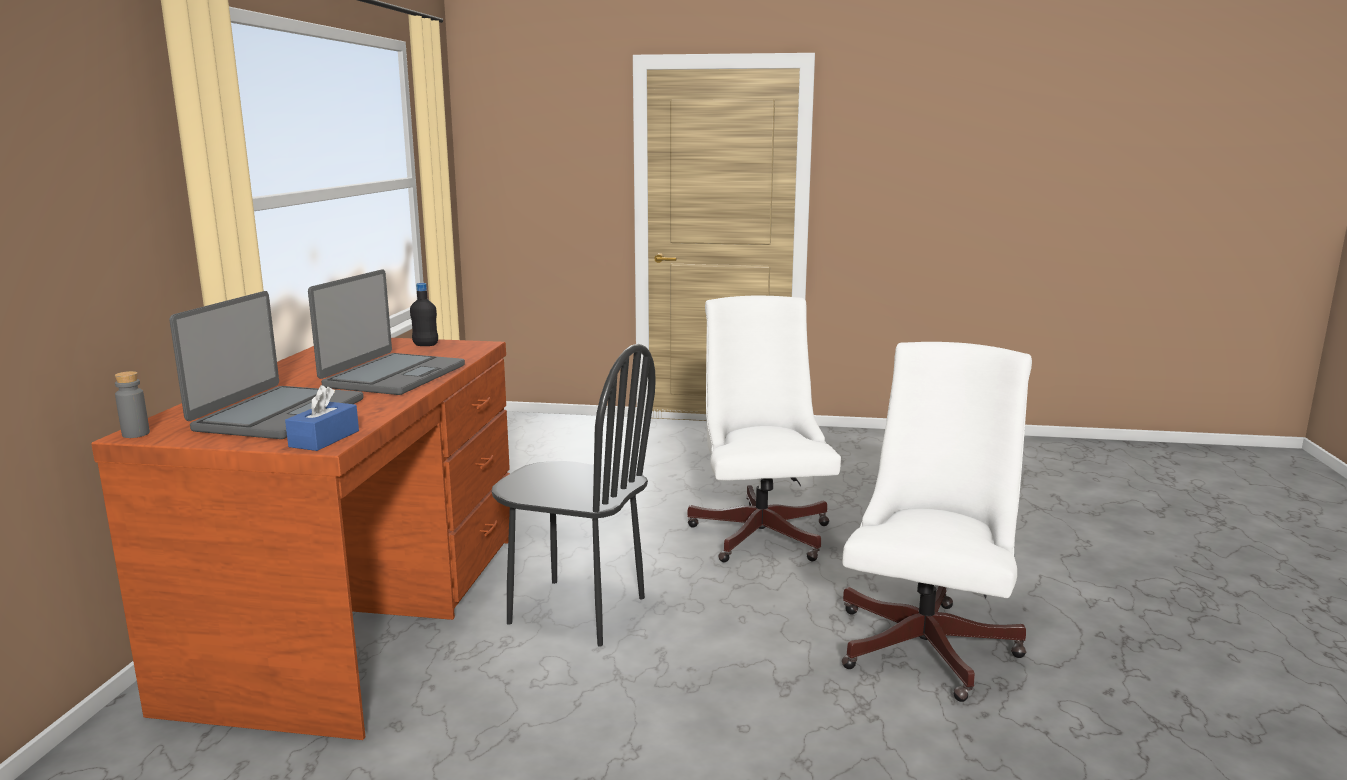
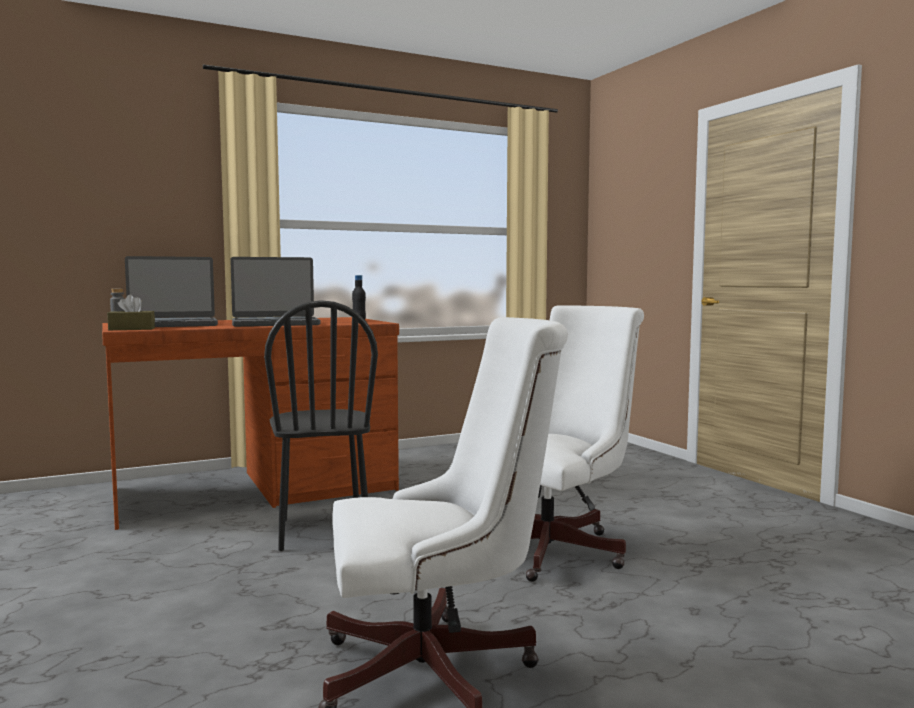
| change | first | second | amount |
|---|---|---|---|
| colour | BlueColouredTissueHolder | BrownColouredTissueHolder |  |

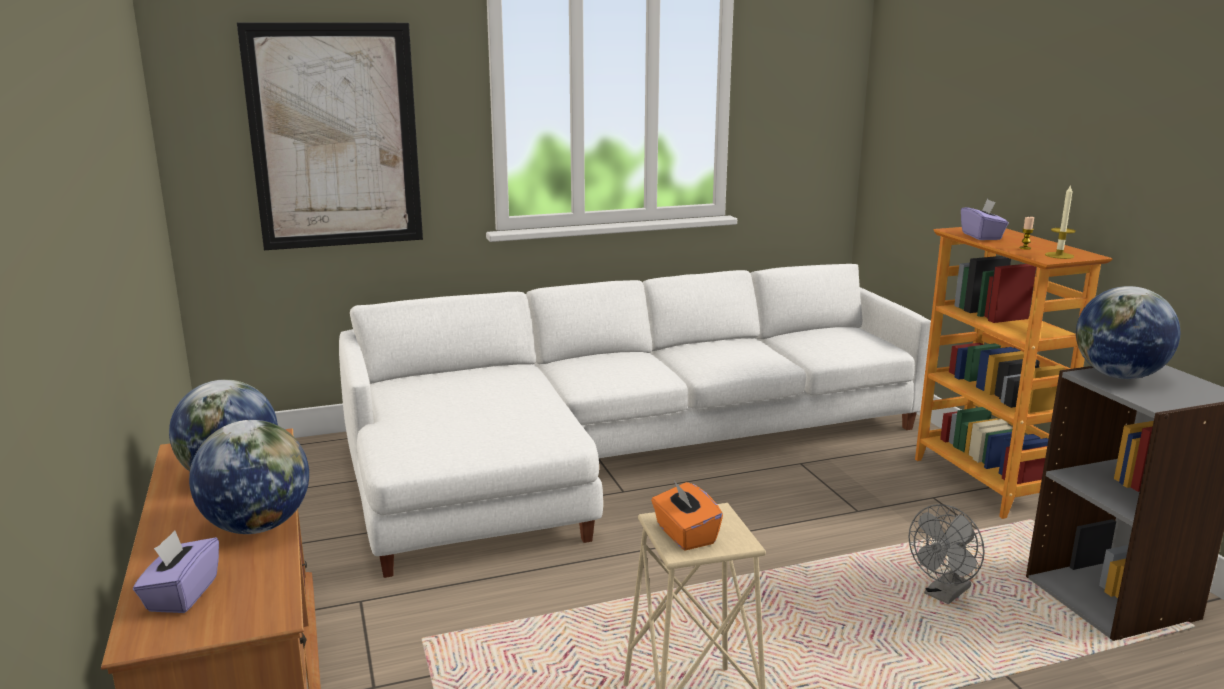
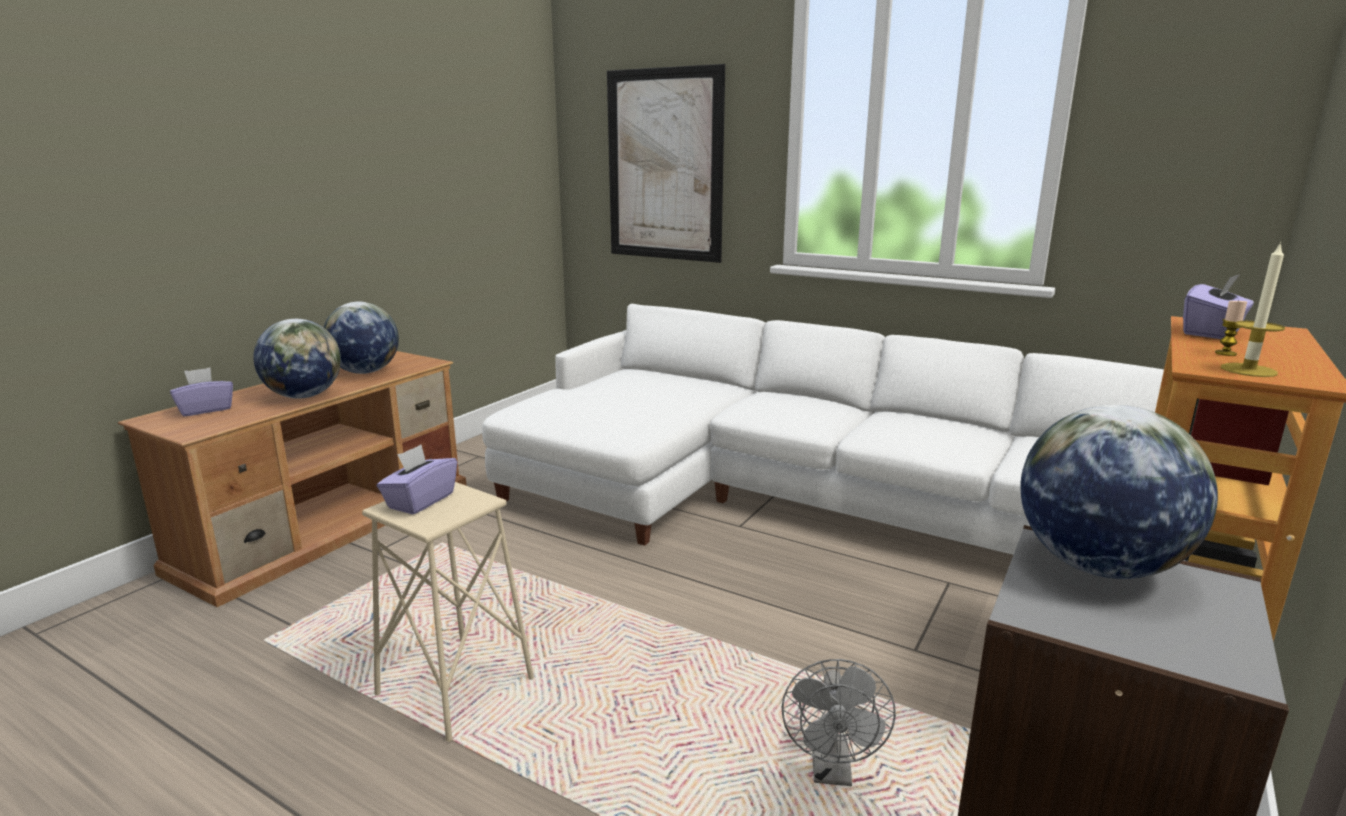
| change | first | second | amount |
|---|---|---|---|
| colour | OrangeyTissueHolder | PurpleColouredTissueHolder (no. 2 from left) |  |
| spun | GreyElectricFan |  | 90 degrees counterclockwise |

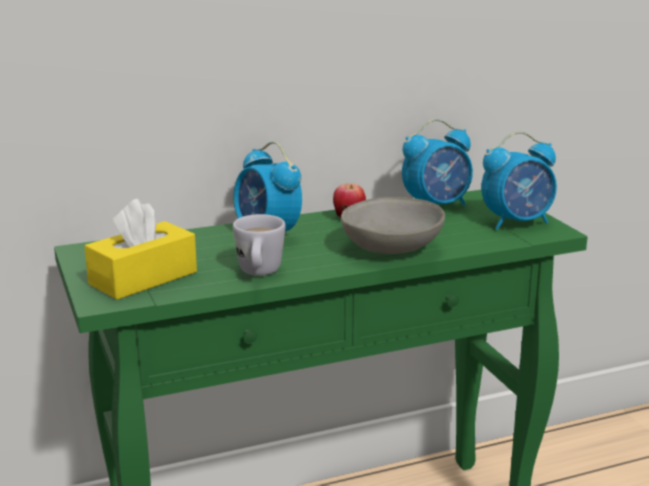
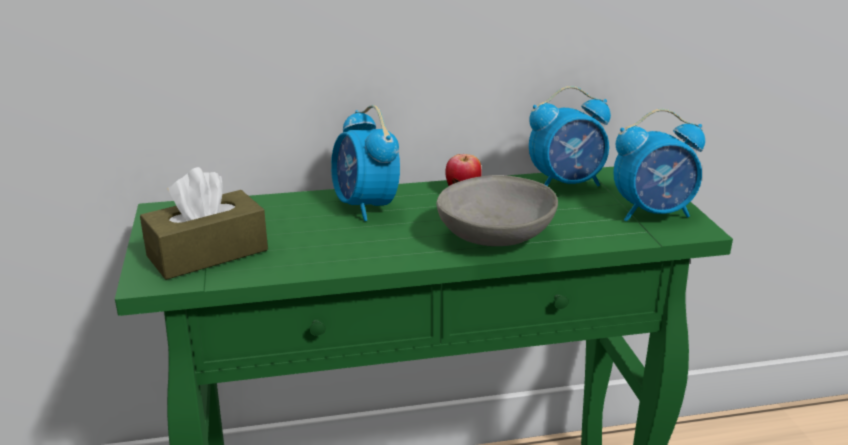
| change | first | second | amount |
|---|---|---|---|
| colour | YellowTissueHolder | BrownColouredTissueHolder |  |
| missing | WhitishCoffeeMug |  |  |

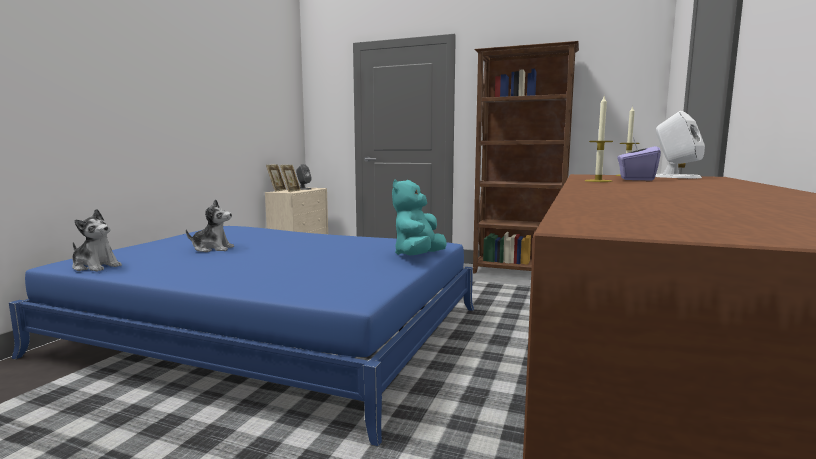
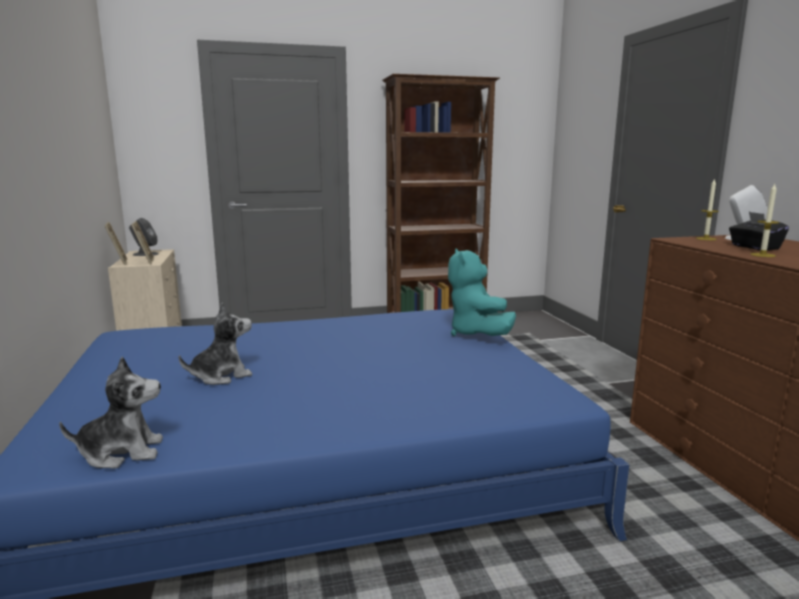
| change | first | second | amount |
|---|---|---|---|
| colour | PurpleColouredTissueHolder | BlackishTissueHolder |  |

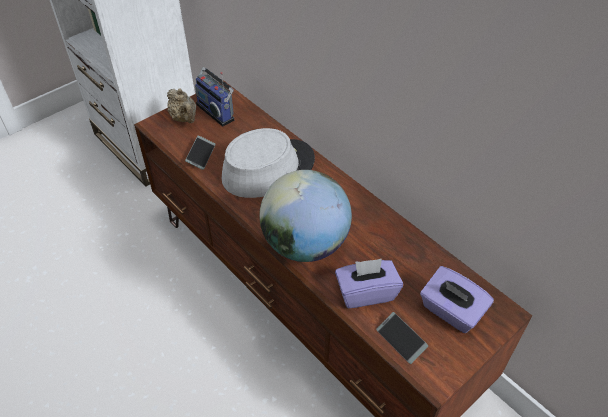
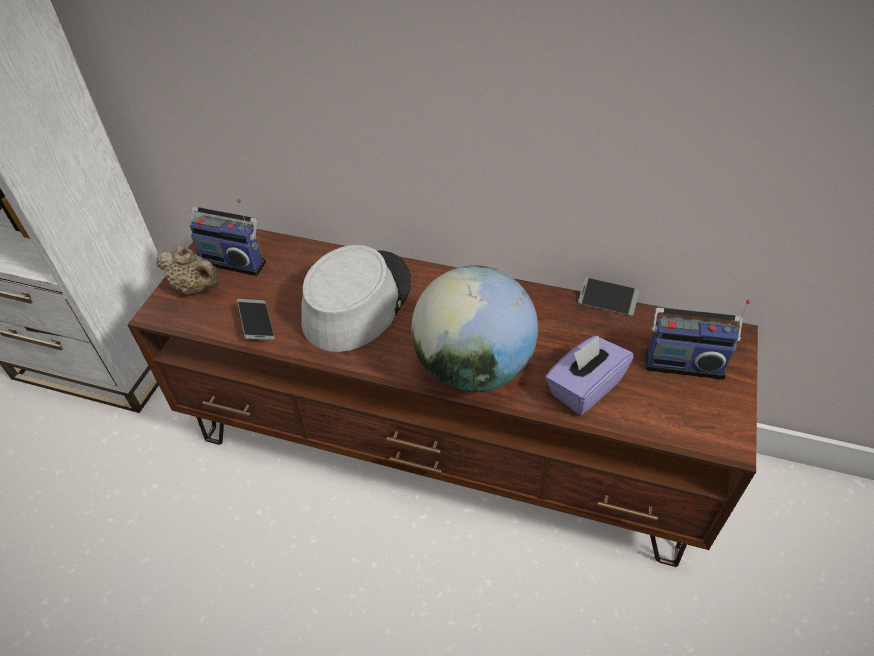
| change | first | second | amount |
|---|---|---|---|
| relocated | Telephone (no. 2 from left) |  |  |
| exchanged | PurpleColouredTissueHolder (no. 2 from left) | RadioReceiver (no. 2 from left) |  |

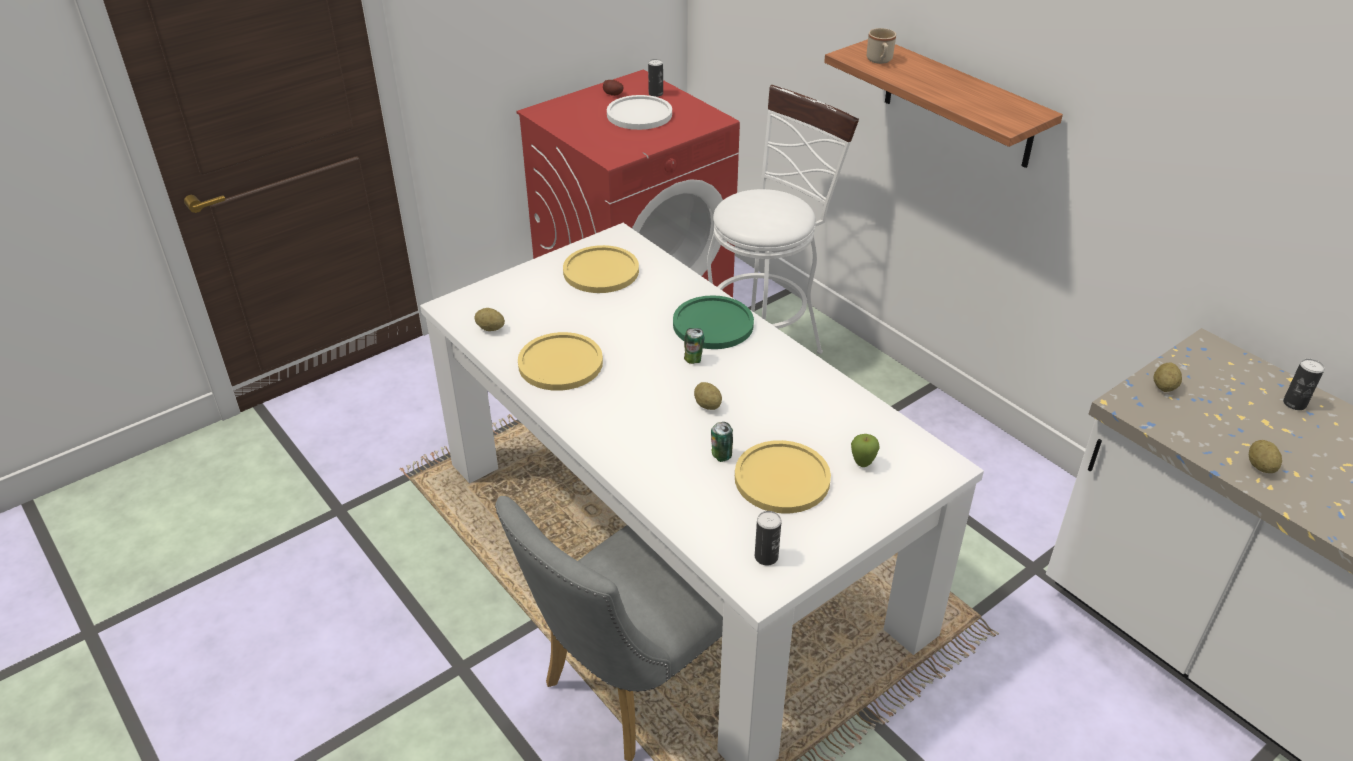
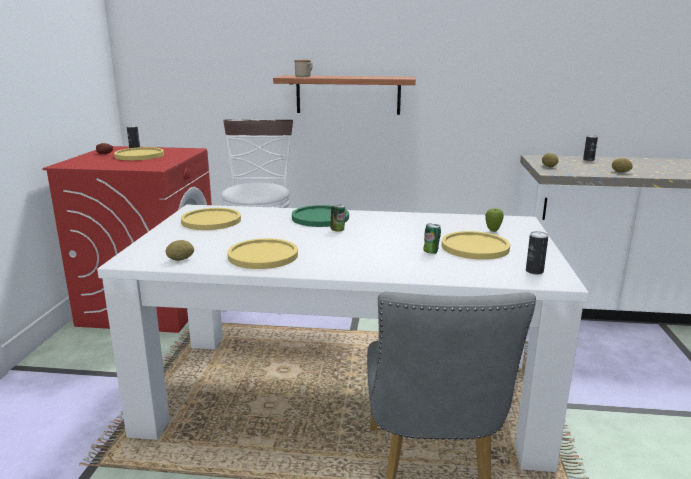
| change | first | second | amount |
|---|---|---|---|
| colour | WhitishPlate | YellowPlate (no. 1 from left) |  |
| missing | Potato (no. 3 from left) |  |  |

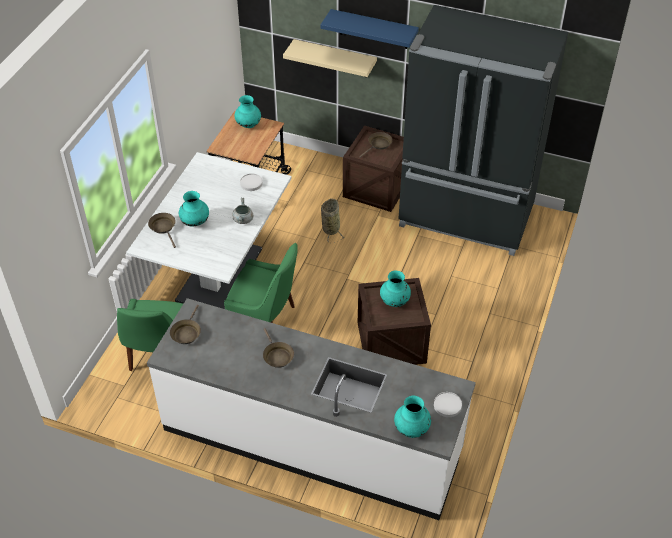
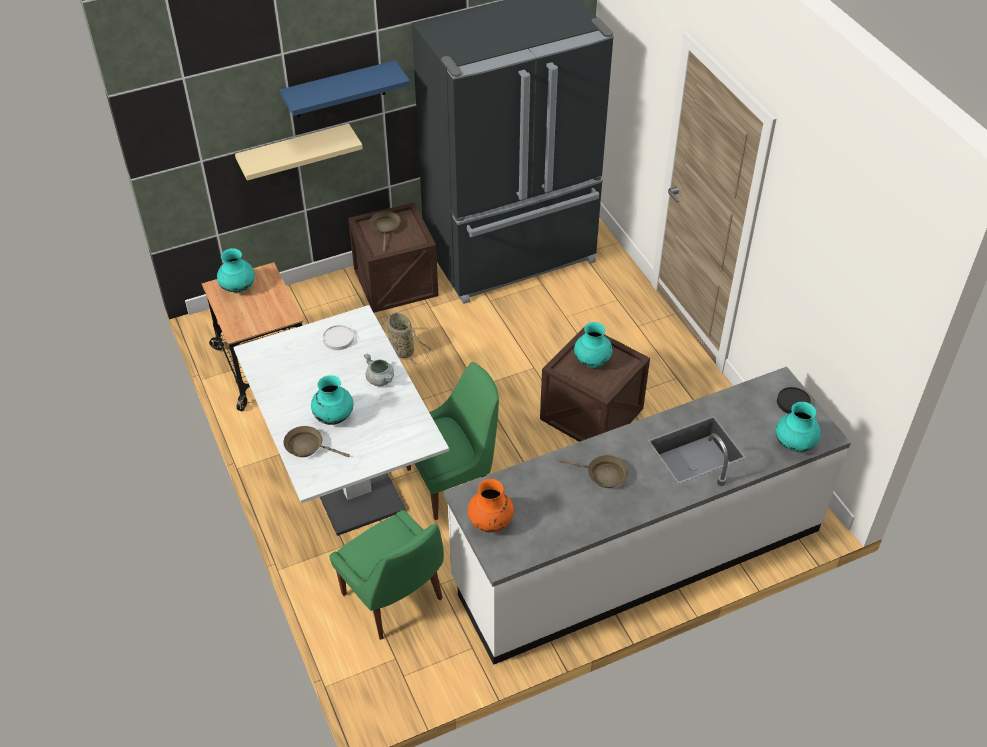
| change | first | second | amount |
|---|---|---|---|
| exchanged | BrownColouredSkillet (no. 2 from left) | OrangeyDecorativeVase |  |
| colour | WhitishPlate (no. 2 from left) | BlackishPlate |  |

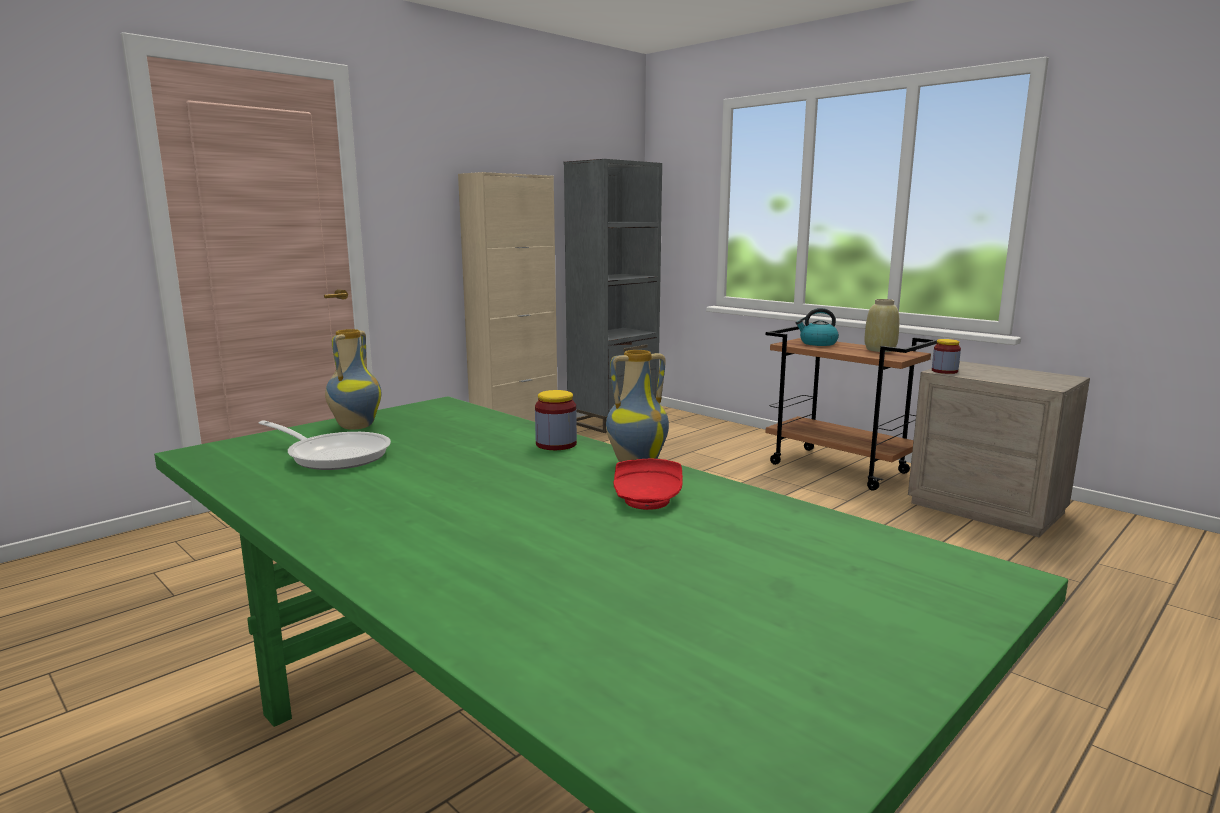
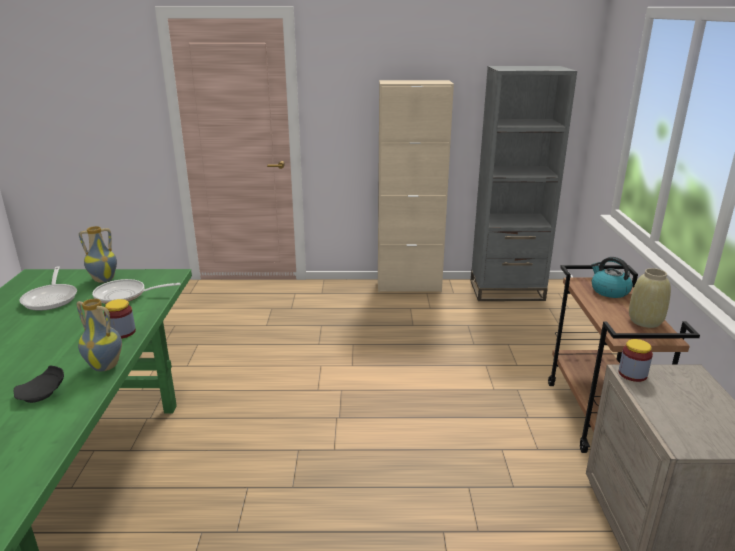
| change | first | second | amount |
|---|---|---|---|
| colour | RedPlate | BlackishPlate |  |
| appeared |  | Skillet (no. 2 from left) |  |

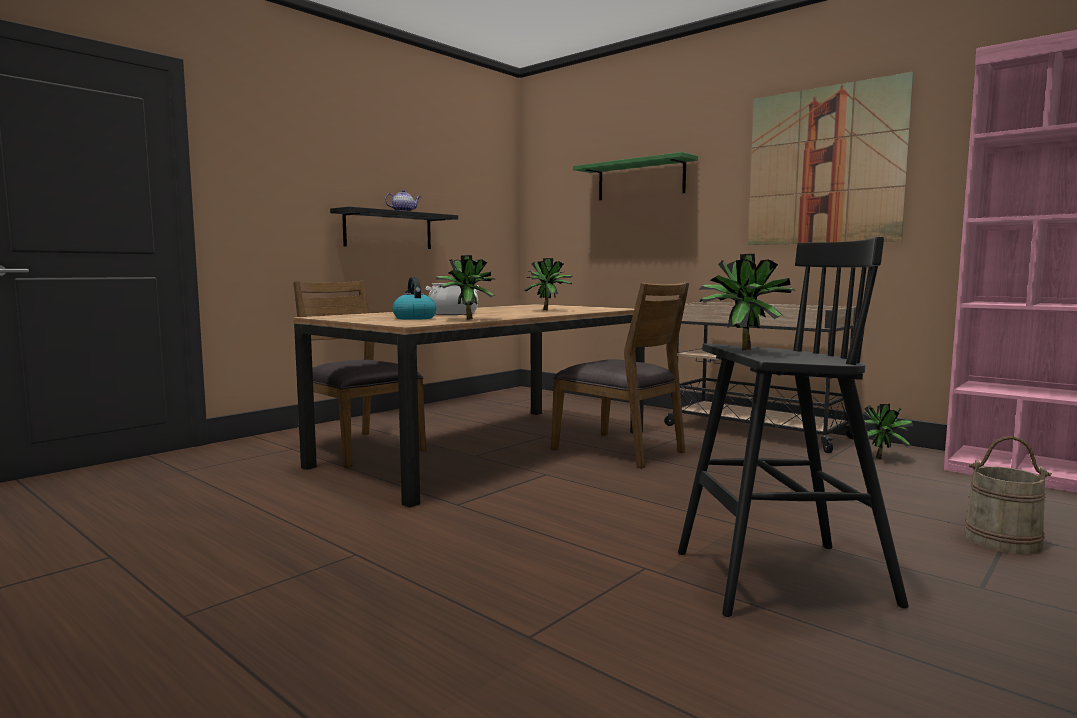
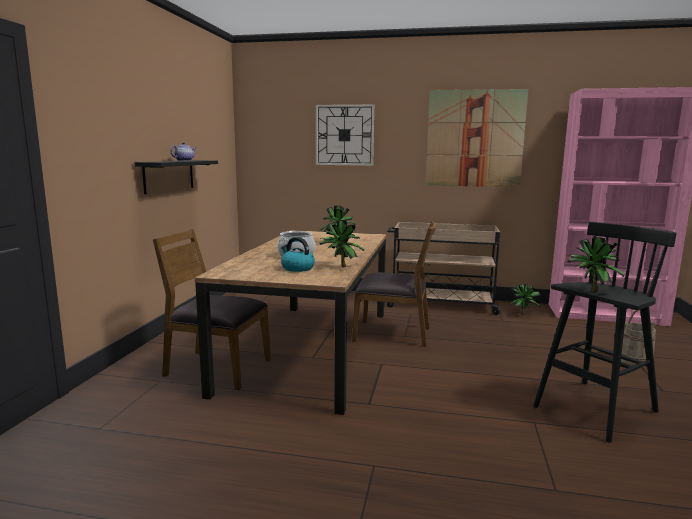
| change | first | second | amount |
|---|---|---|---|
| exchanged | GreenishBracketShelf | ClockOnTheWall |  |

